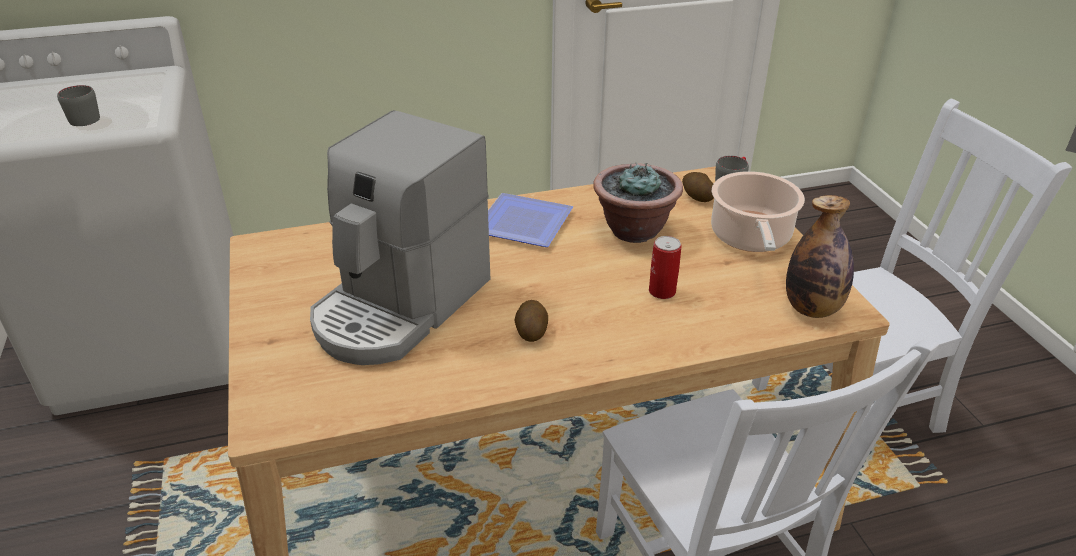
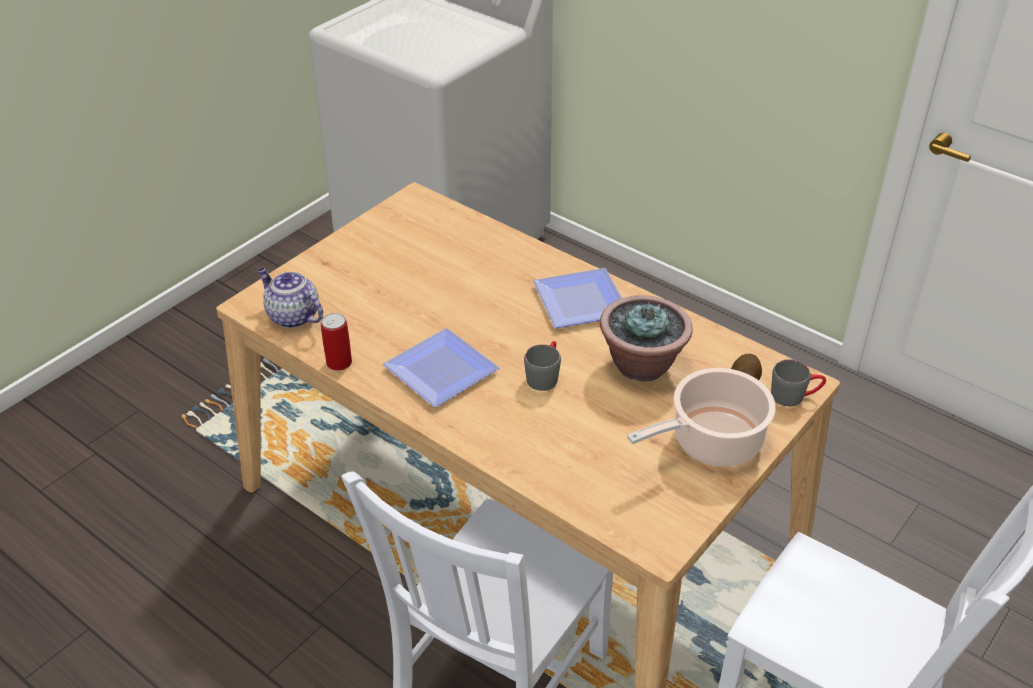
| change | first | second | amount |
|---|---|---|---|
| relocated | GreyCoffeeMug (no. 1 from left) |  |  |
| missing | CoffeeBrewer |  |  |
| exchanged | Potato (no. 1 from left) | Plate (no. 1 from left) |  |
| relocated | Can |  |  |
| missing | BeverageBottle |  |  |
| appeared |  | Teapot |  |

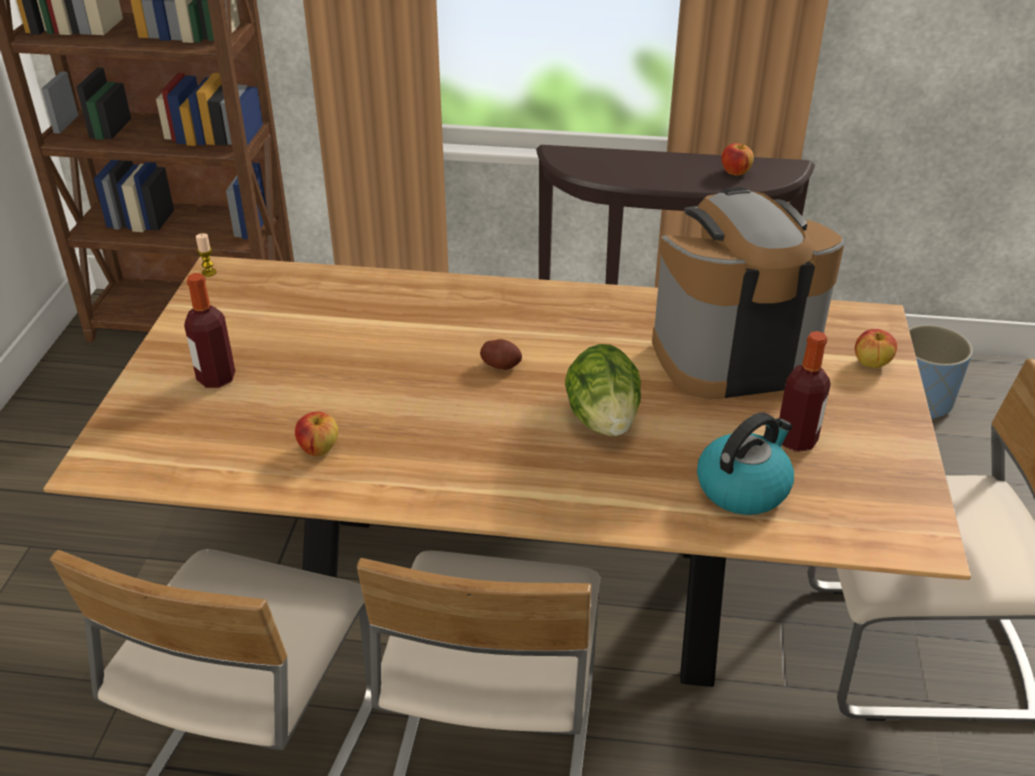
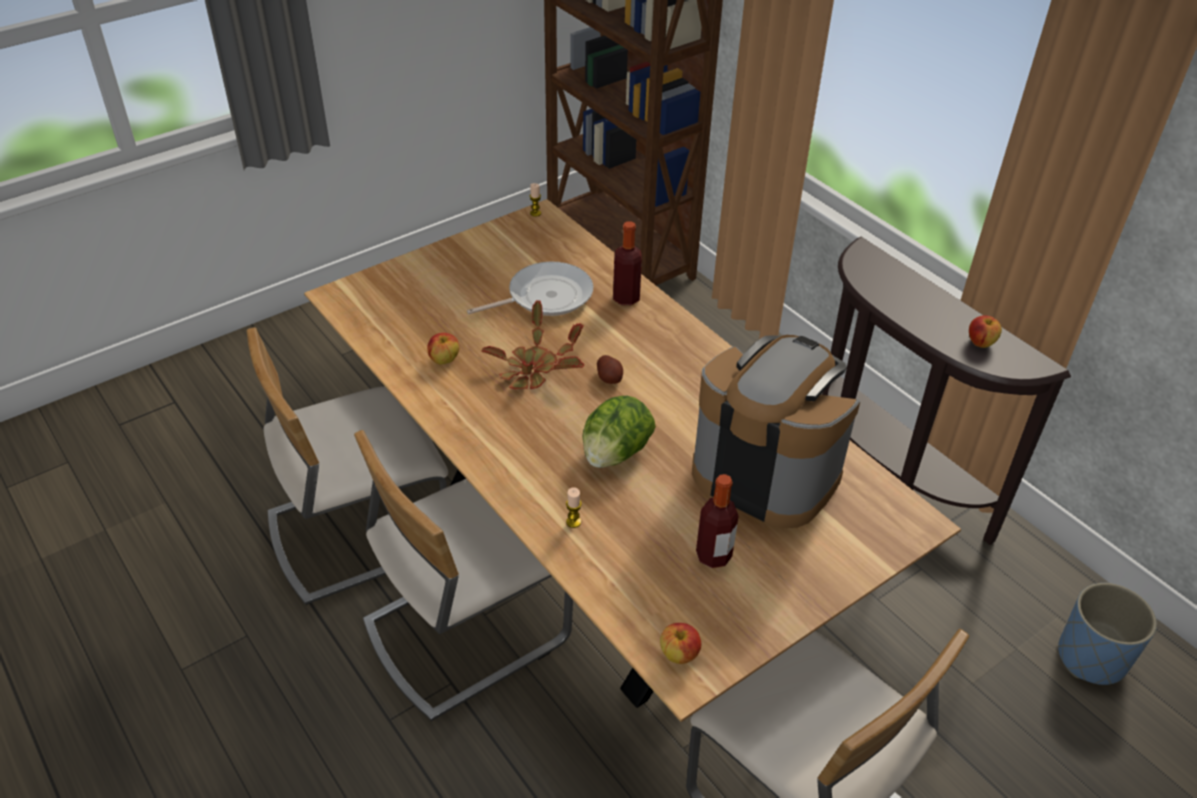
| change | first | second | amount |
|---|---|---|---|
| relocated | BeverageBottle (no. 1 from left) |  |  |
| missing | WaterKettle |  |  |
| relocated | Apple (no. 3 from left in the first image) | Apple (no. 2 from left) |  |
| appeared |  | Skillet |  |
| appeared |  | PlantInAPot |  |
| appeared |  | Candle (no. 2 from left) |  |

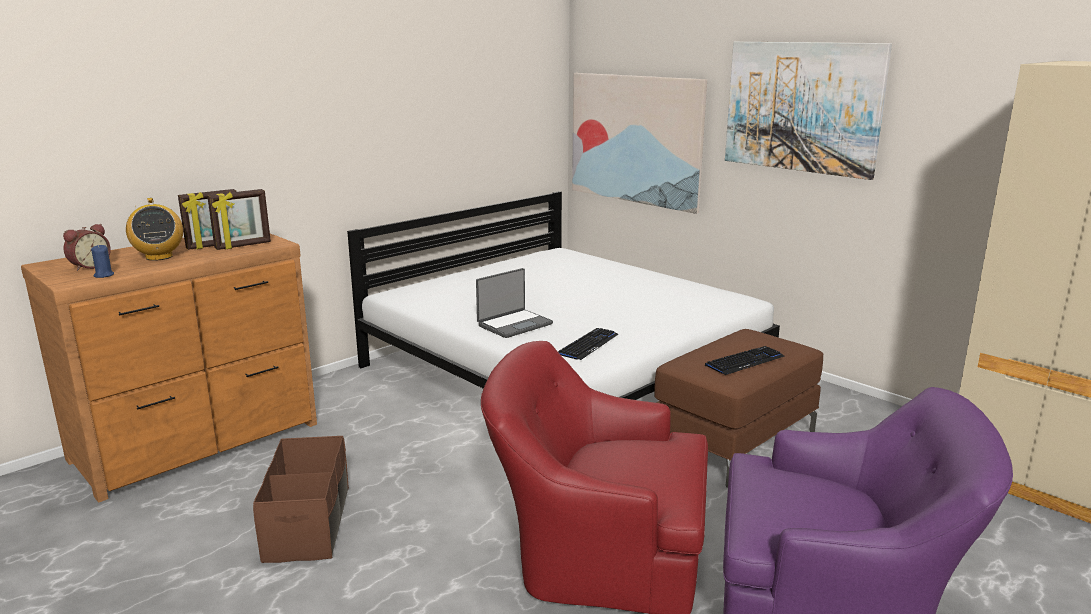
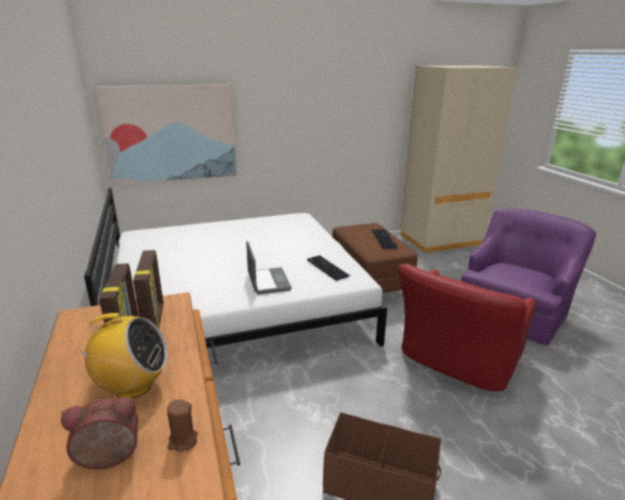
| change | first | second | amount |
|---|---|---|---|
| spun | TableClock |  | 75 degrees counterclockwise |
| colour | BlueColouredCandle | BrownColouredCandle |  |
| missing | WallArt (no. 2 from left) |  |  |

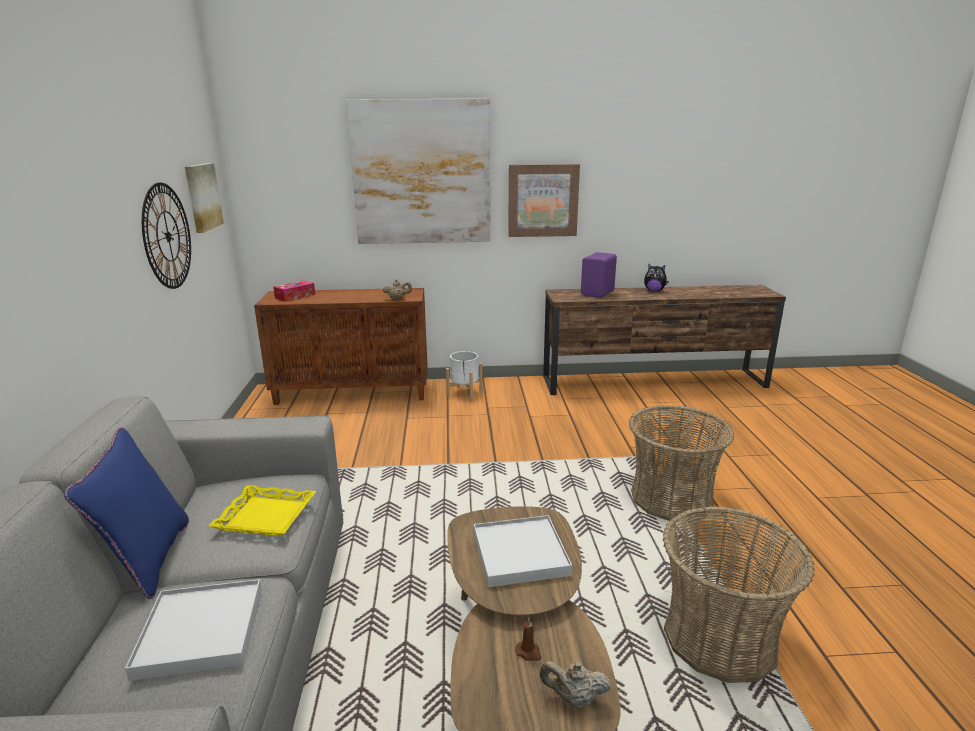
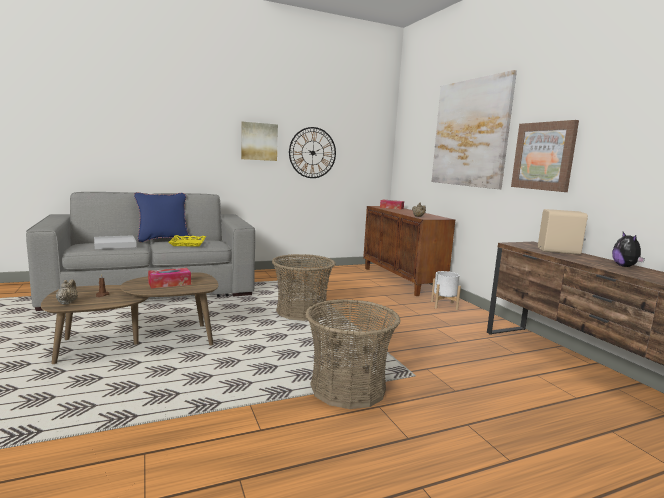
| change | first | second | amount |
|---|---|---|---|
| relocated | WallArt (no. 1 from left) |  |  |
| exchanged | WhitishTray (no. 2 from left) | TissueHolder (no. 1 from left) |  |
| colour | PurpleColouredLoudspeaker | BeigeLoudspeaker |  |
| relocated | Basket (no. 2 from left in the first image) | Basket (no. 1 from left) |  |

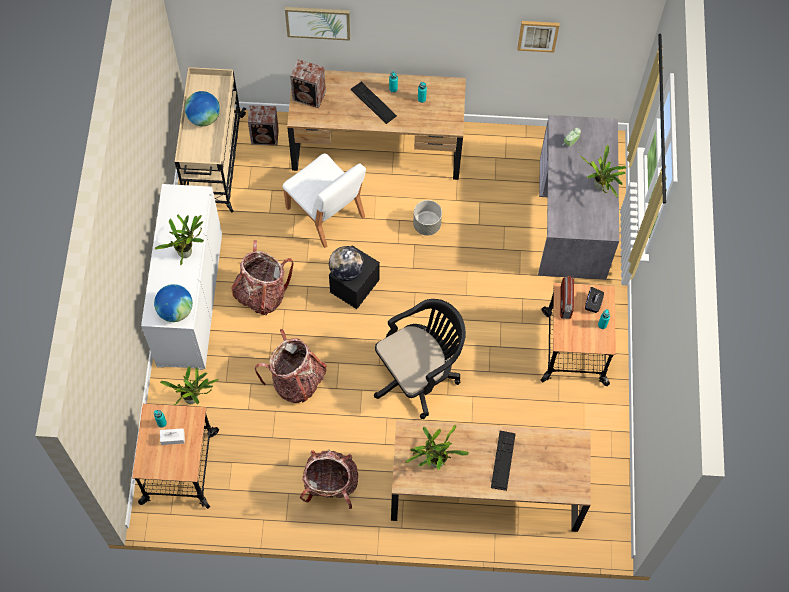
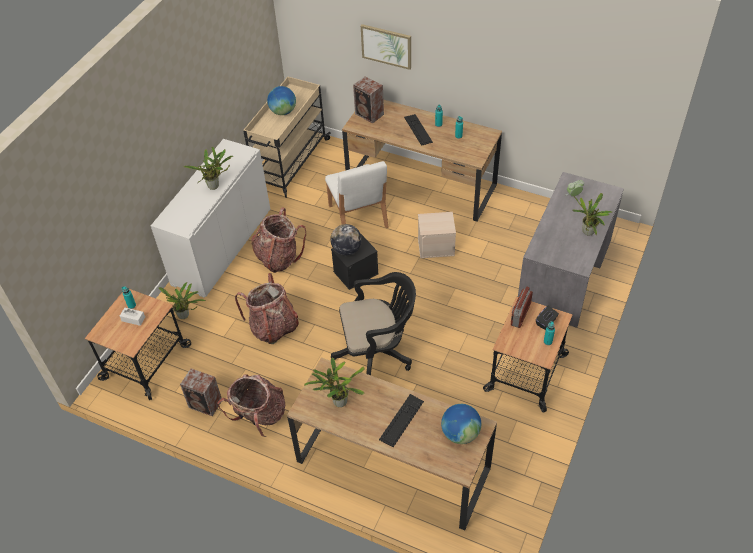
| change | first | second | amount |
|---|---|---|---|
| relocated | DeskGlobe (no. 1 from left in the first image) | DeskGlobe (no. 3 from left) |  |
| relocated | Loudspeaker (no. 1 from left) |  |  |
| exchanged | GreyPlantPot | BeigeStorageContainer |  |
| missing | WallArt (no. 2 from left) |  |  |

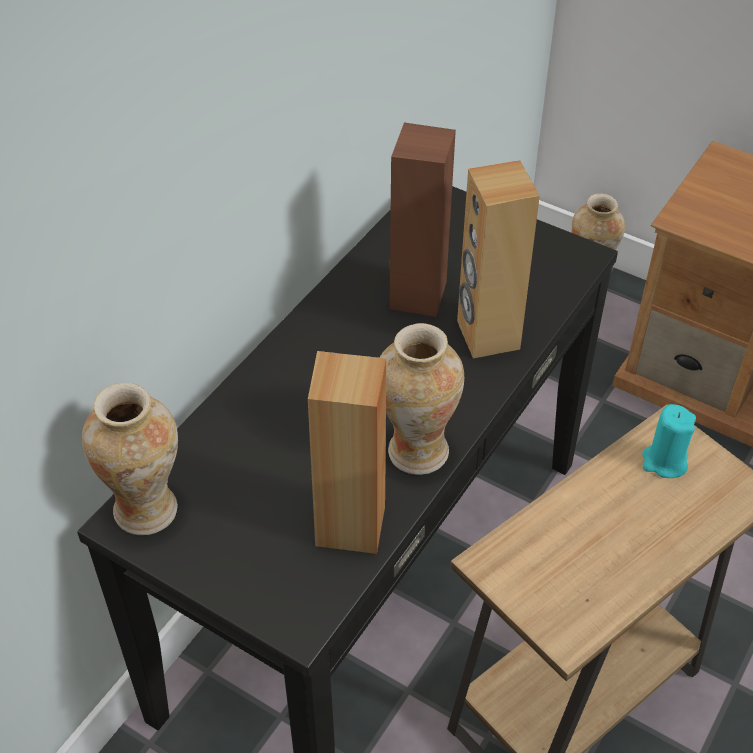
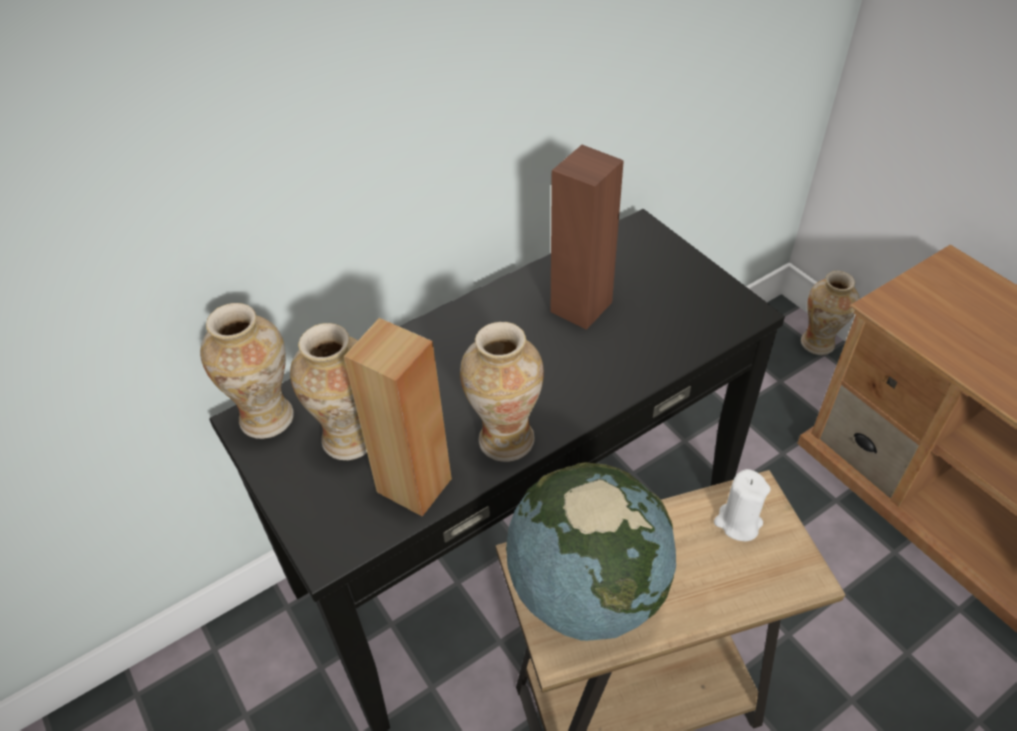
| change | first | second | amount |
|---|---|---|---|
| missing | BrownColouredLoudspeaker (no. 3 from left) |  |  |
| colour | TurquoiseColouredCandle | WhitishCandle |  |
| appeared |  | DecorativeVase (no. 2 from left) |  |
| appeared |  | DeskGlobe |  |

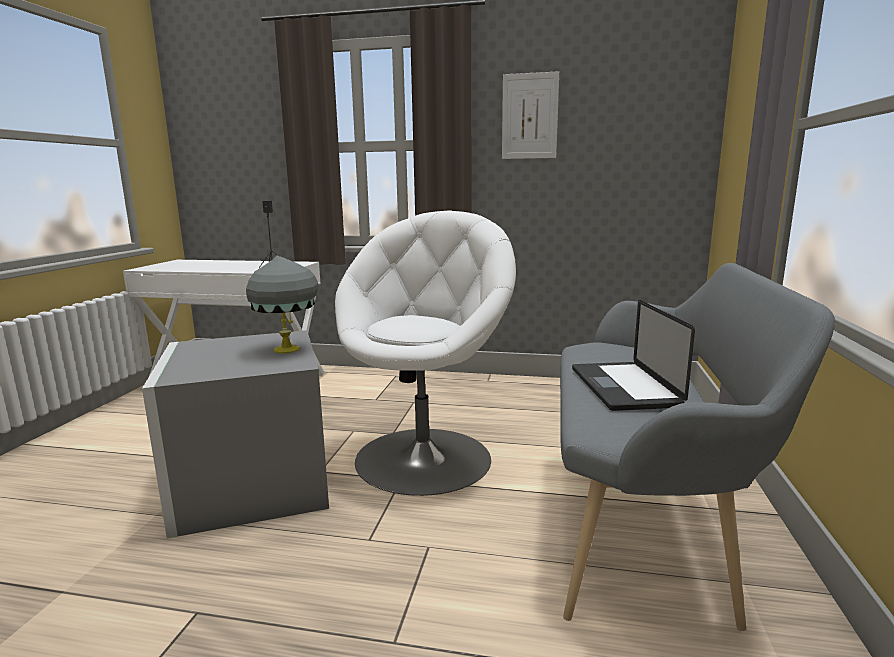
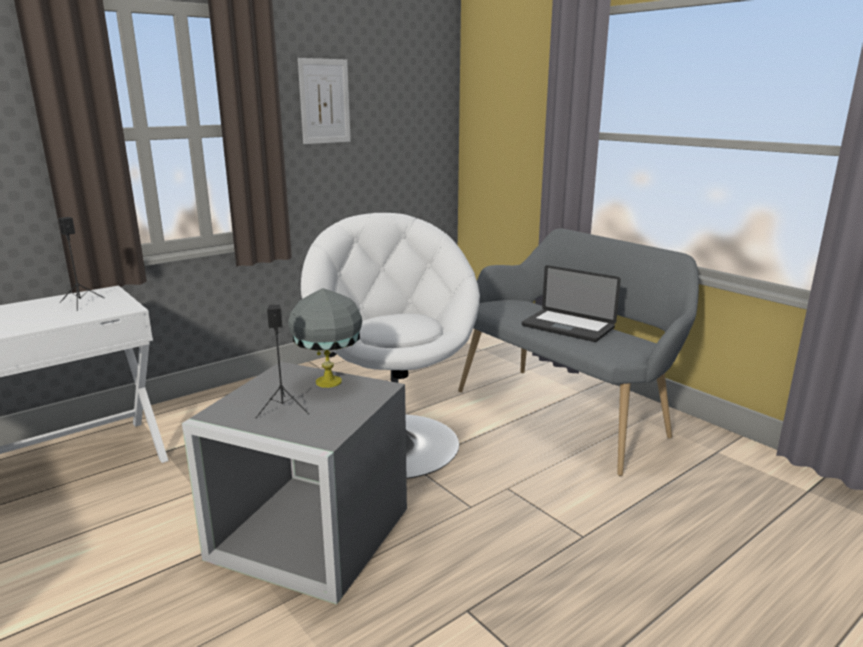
| change | first | second | amount |
|---|---|---|---|
| appeared |  | BlackishLoudspeaker (no. 2 from left) |  |

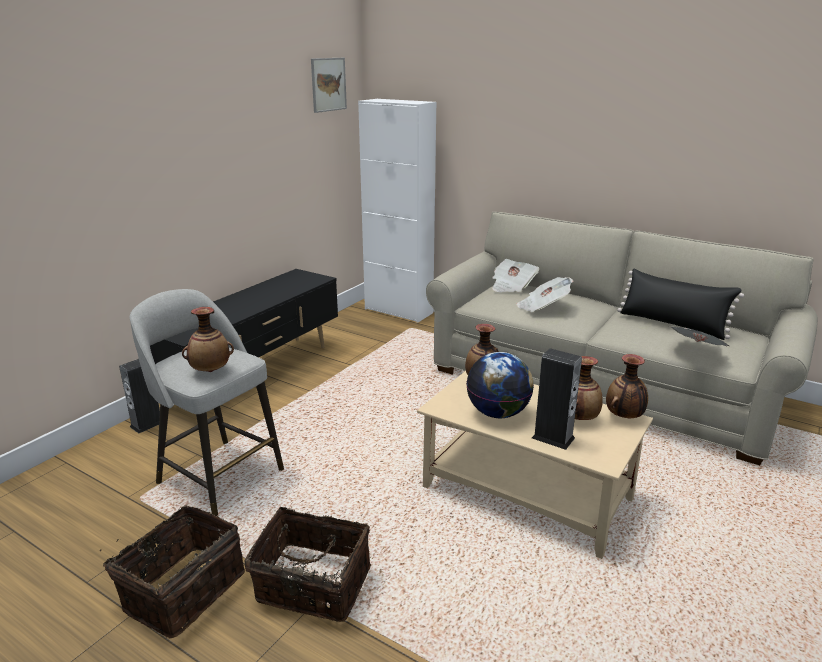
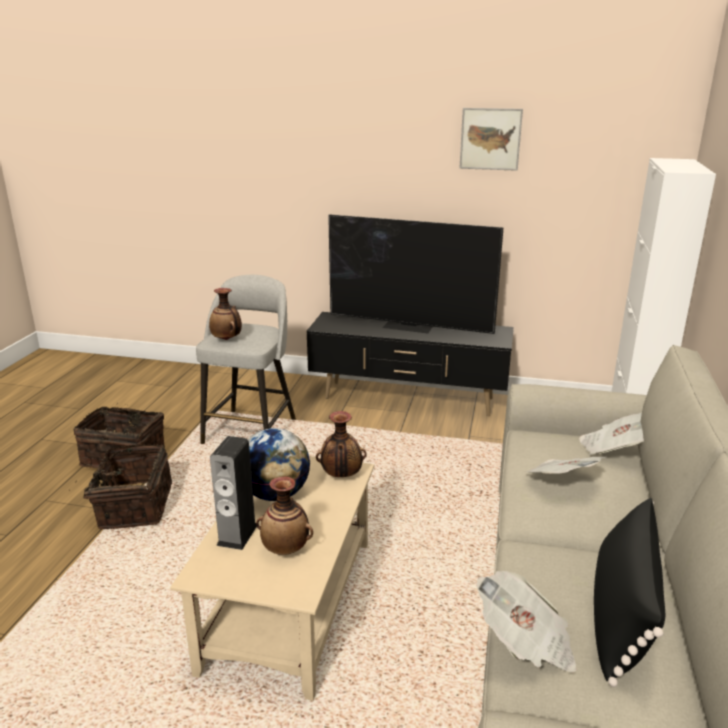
| change | first | second | amount |
|---|---|---|---|
| missing | Loudspeaker (no. 1 from left) |  |  |
| relocated | WallArt |  |  |
| missing | DecorativeVase (no. 4 from left) |  |  |
| appeared |  | Television |  |

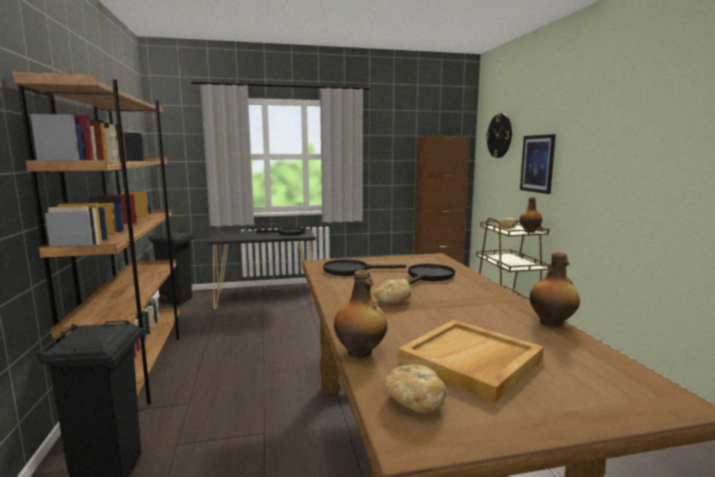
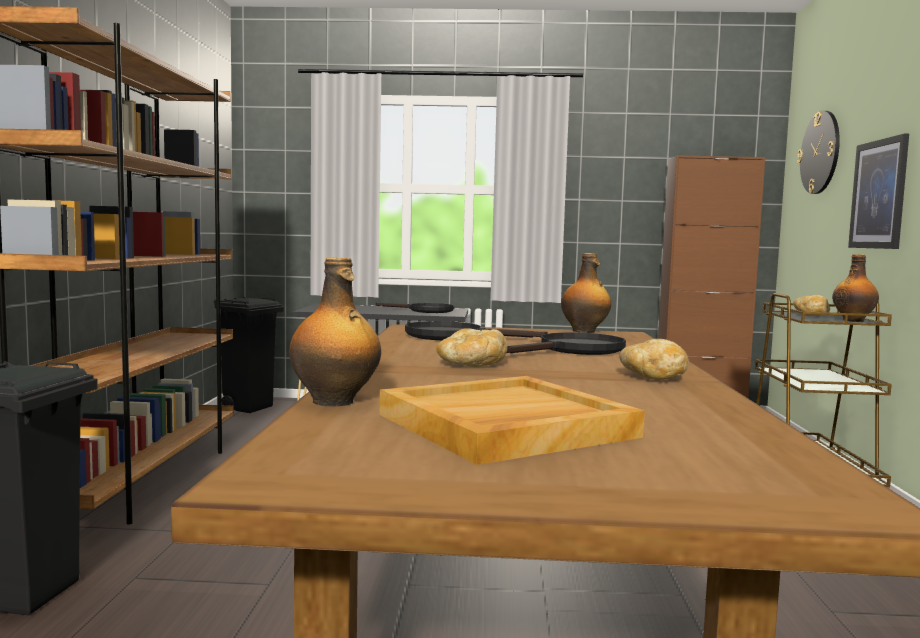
| change | first | second | amount |
|---|---|---|---|
| relocated | BakedBread (no. 2 from left) |  |  |
| relocated | BeverageBottle (no. 3 from left in the first image) | BeverageBottle (no. 2 from left) |  |

